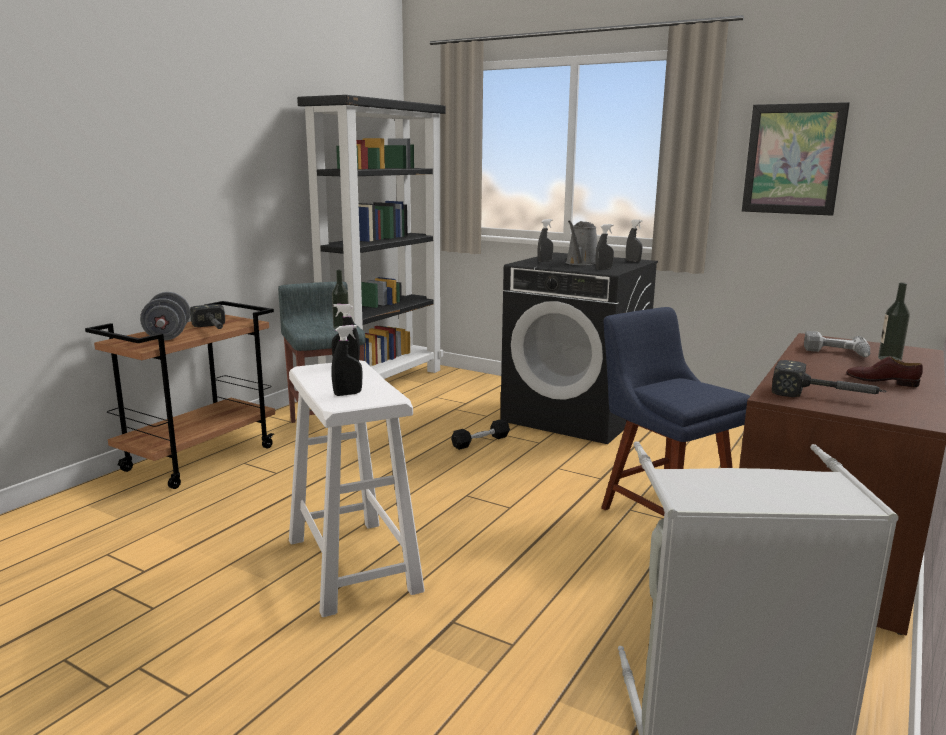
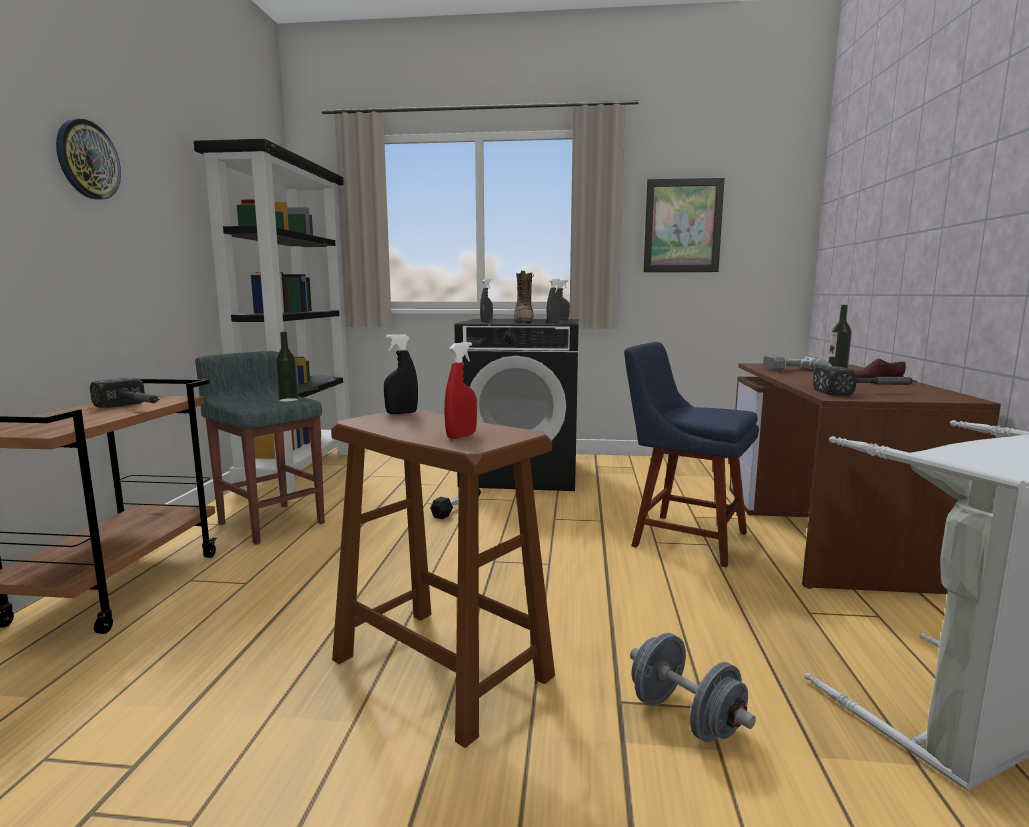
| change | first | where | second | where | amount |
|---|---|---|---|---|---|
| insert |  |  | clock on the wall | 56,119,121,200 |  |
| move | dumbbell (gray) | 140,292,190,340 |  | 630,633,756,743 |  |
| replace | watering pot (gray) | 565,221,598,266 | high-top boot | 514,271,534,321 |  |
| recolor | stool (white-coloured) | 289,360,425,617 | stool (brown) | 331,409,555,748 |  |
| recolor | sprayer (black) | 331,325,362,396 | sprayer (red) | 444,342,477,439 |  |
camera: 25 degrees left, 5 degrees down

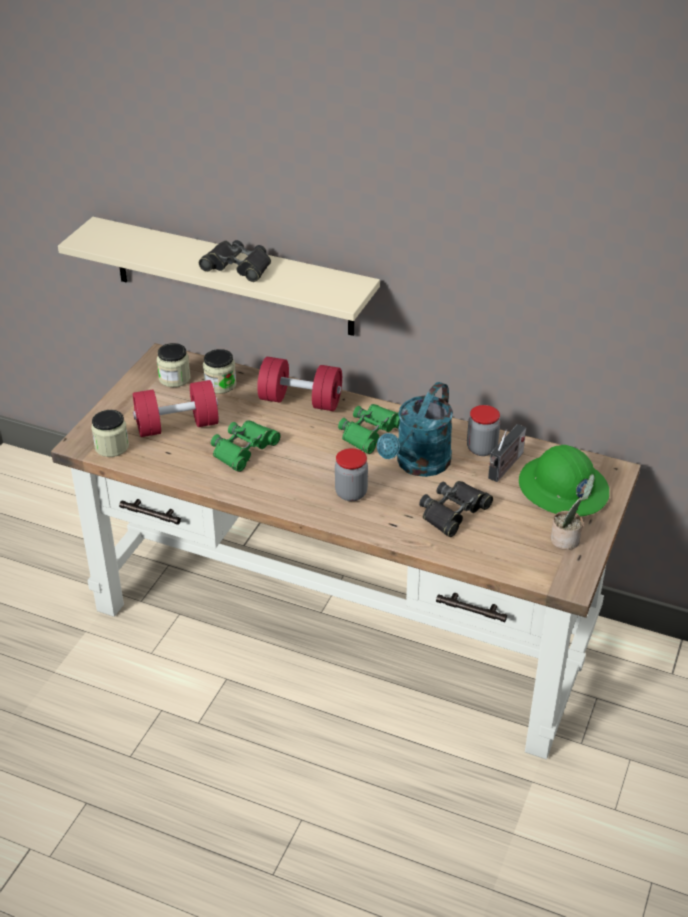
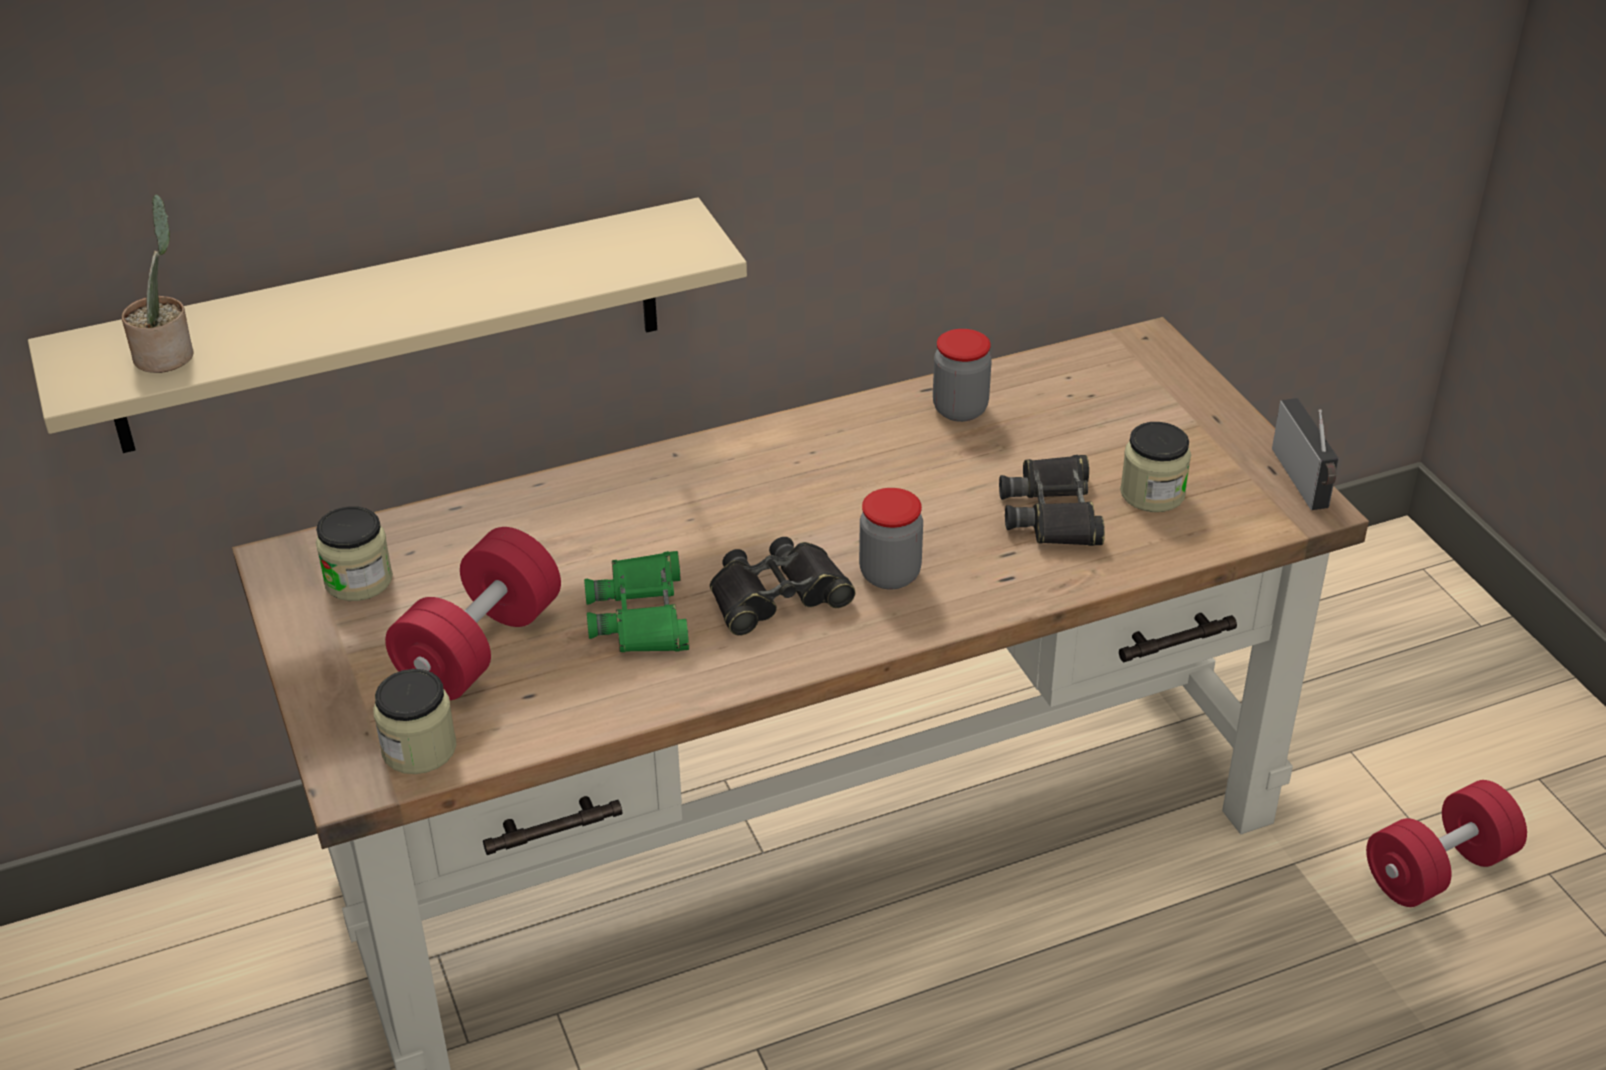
| change | first | where | second | where | amount |
|---|---|---|---|---|---|
| delete | pair of binoculars (greenish) | 338,404,400,454 |  |  |  |
| delete | watering pot (turquoise-coloured) | 377,382,453,477 |  |  |  |
| delete | hard hat (greenish) | 519,445,609,516 |  |  |  |
| move | pair of binoculars (black) | 199,240,271,282 |  | 710,537,855,636 |  |
| move | preserve jar | 203,349,236,394 |  | 1120,422,1191,512 |  |
| move | dumbbell (red) | 257,357,342,411 |  | 1366,780,1527,907 |  |
| move | radio receiver | 488,424,526,482 |  | 1272,398,1339,510 |  |
| move | potted plant | 550,474,595,550 |  | 122,194,193,373 |  |
camera: 45 degrees left, 0 degrees up

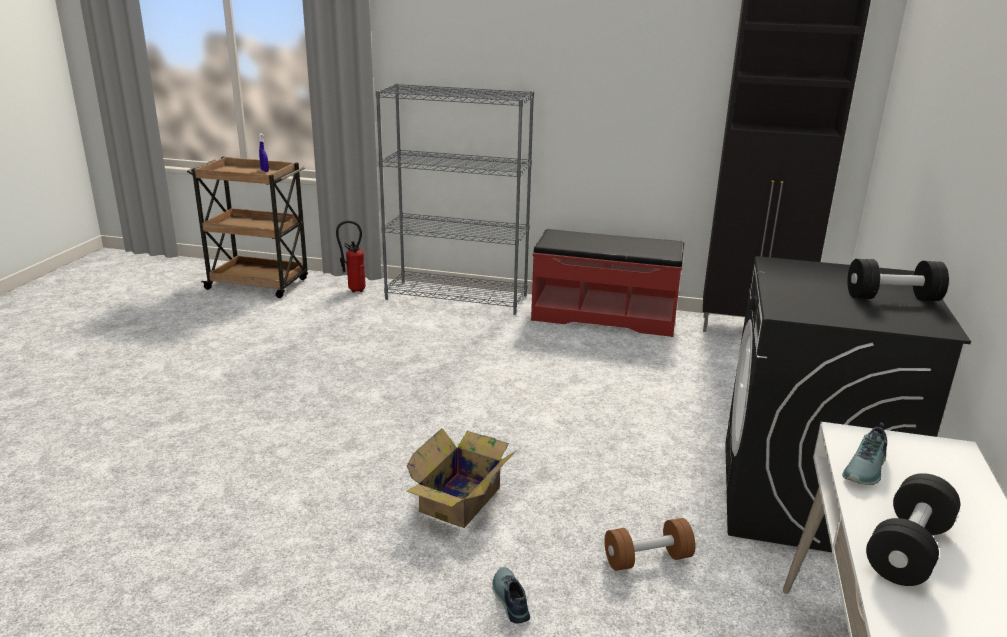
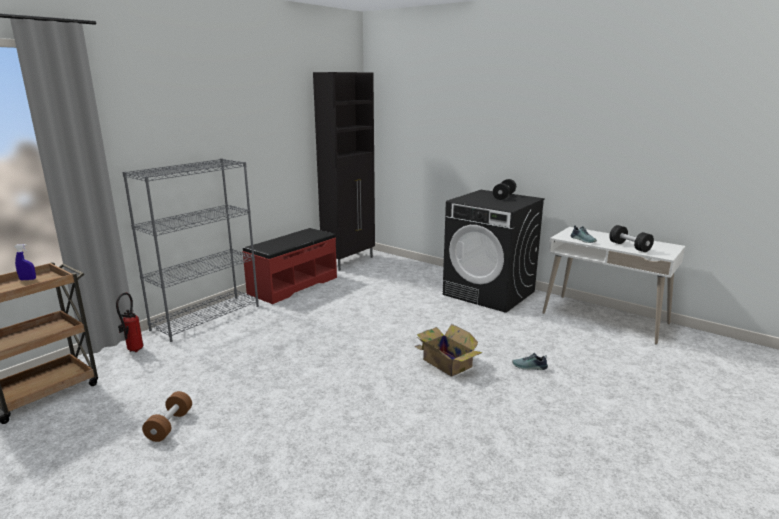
| change | first | where | second | where | amount |
|---|---|---|---|---|---|
| move | dumbbell (brown) | 605,518,695,571 |  | 142,391,192,442 |  |
camera: 65 degrees left, 5 degrees down

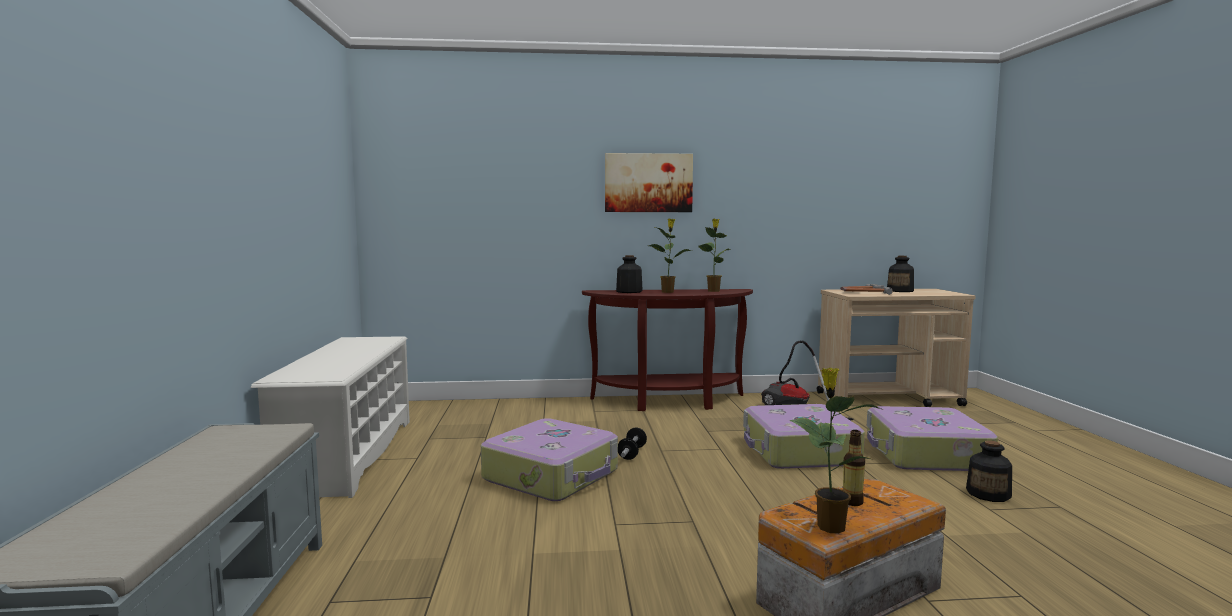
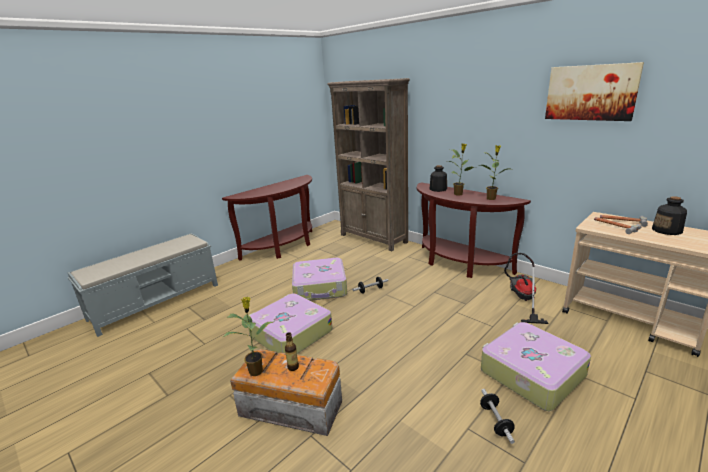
| change | first | where | second | where | amount |
|---|---|---|---|---|---|
| insert |  |  | bookcase (brown) | 327,78,410,251 |  |
| move | picture | 605,153,693,212 |  | 545,62,644,121 |  |
| move | suitcase | 743,404,865,469 |  | 248,293,333,354 |  |
| replace | shoe shelf (white-coloured) | 251,336,410,498 | console table (brown) | 222,175,312,261 |  |
| replace | beverage bottle | 966,440,1012,502 | dumbbell | 480,389,515,444 |  |
camera: 50 degrees right, 15 degrees up

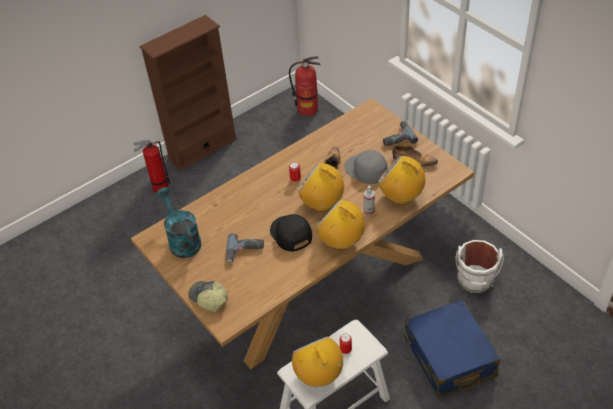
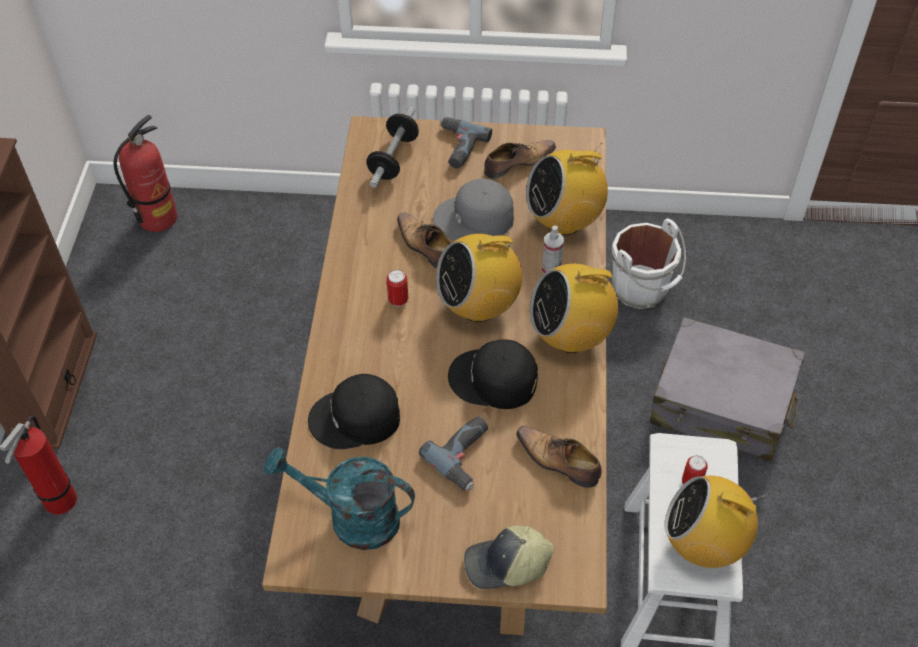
| change | first | where | second | where | amount |
|---|---|---|---|---|---|
| insert |  |  | cap (black) | 308,374,400,449 |  |
| insert |  |  | dumbbell | 367,107,419,188 |  |
| insert |  |  | item of footwear | 516,426,602,488 |  |
| recolor | suitcase (blue) | 405,300,501,398 | suitcase (gray) | 650,317,805,461 |  |
camera: 50 degrees left, 5 degrees up

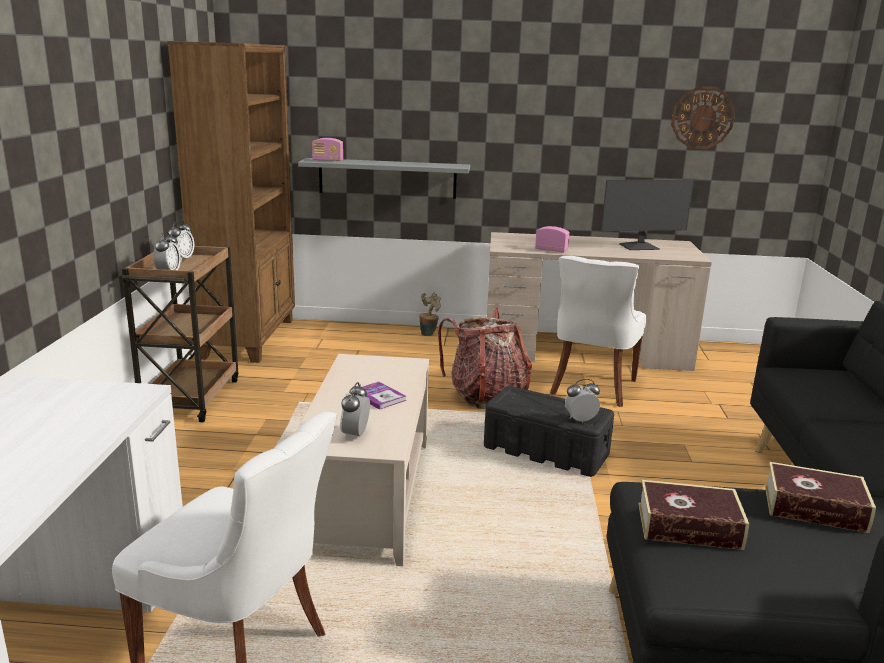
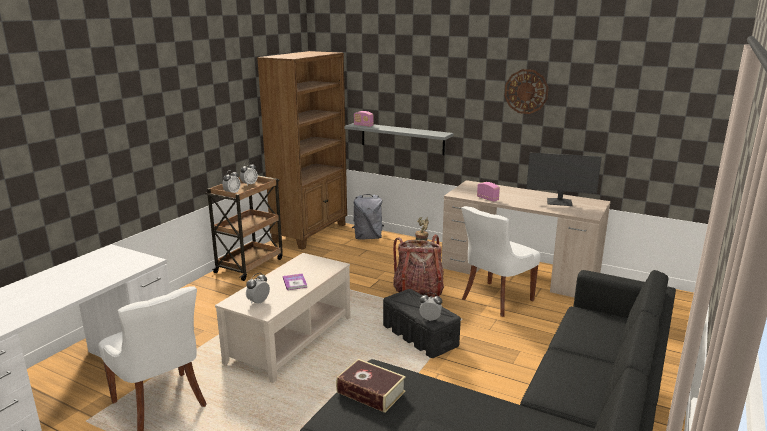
| change | first | where | second | where | amount |
|---|---|---|---|---|---|
| delete | bound book | 765,462,876,533 |  |  |  |
| insert |  |  | knapsack (gray) | 352,194,384,240 |  |
| move | clock on the wall | 671,86,735,149 |  | 504,69,549,114 |  |
camera: 25 degrees right, 0 degrees up

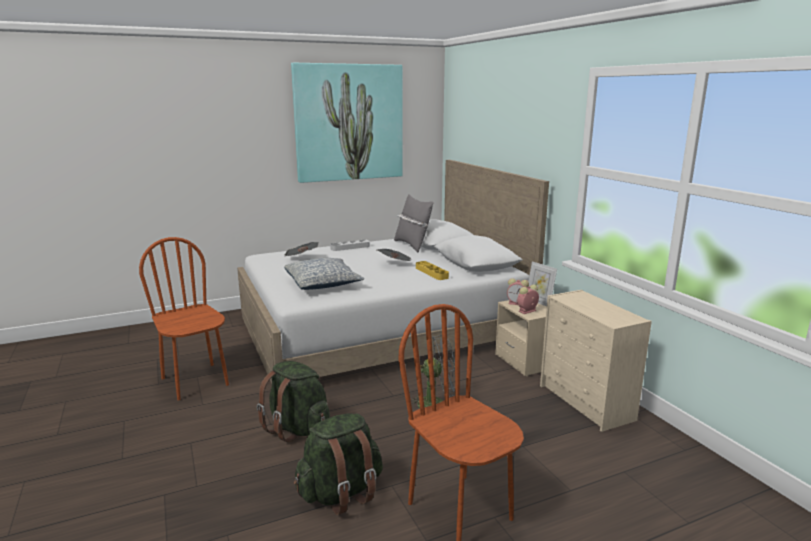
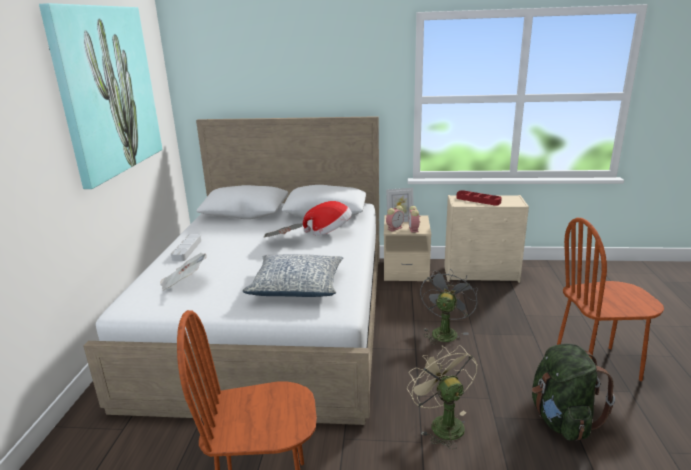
| change | first | where | second | where | amount |
|---|---|---|---|---|---|
| delete | pillow (gray) | 394,194,434,252 |  |  |  |
| insert |  |  | tray (red) | 456,190,502,206 |  |
| replace | knapsack (greenish) | 257,361,330,442 | cooling fan (sand-coloured) | 407,345,478,449 |  |
| replace | tray (yellowish) | 416,261,449,280 | hat | 303,201,352,236 |  |
camera: 60 degrees left, 5 degrees up

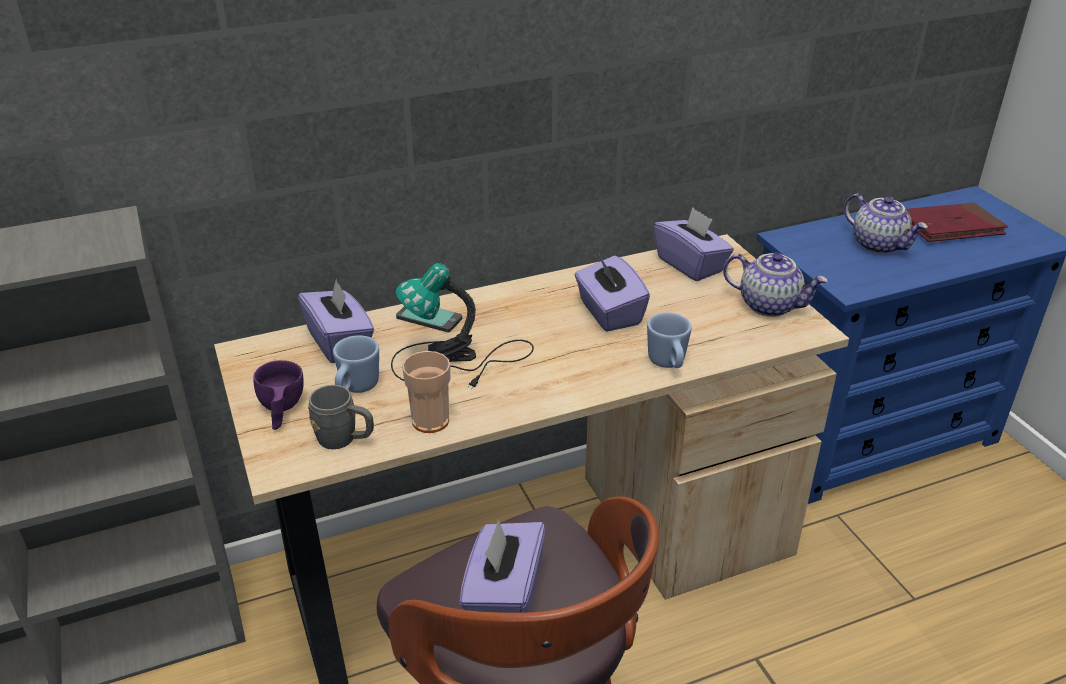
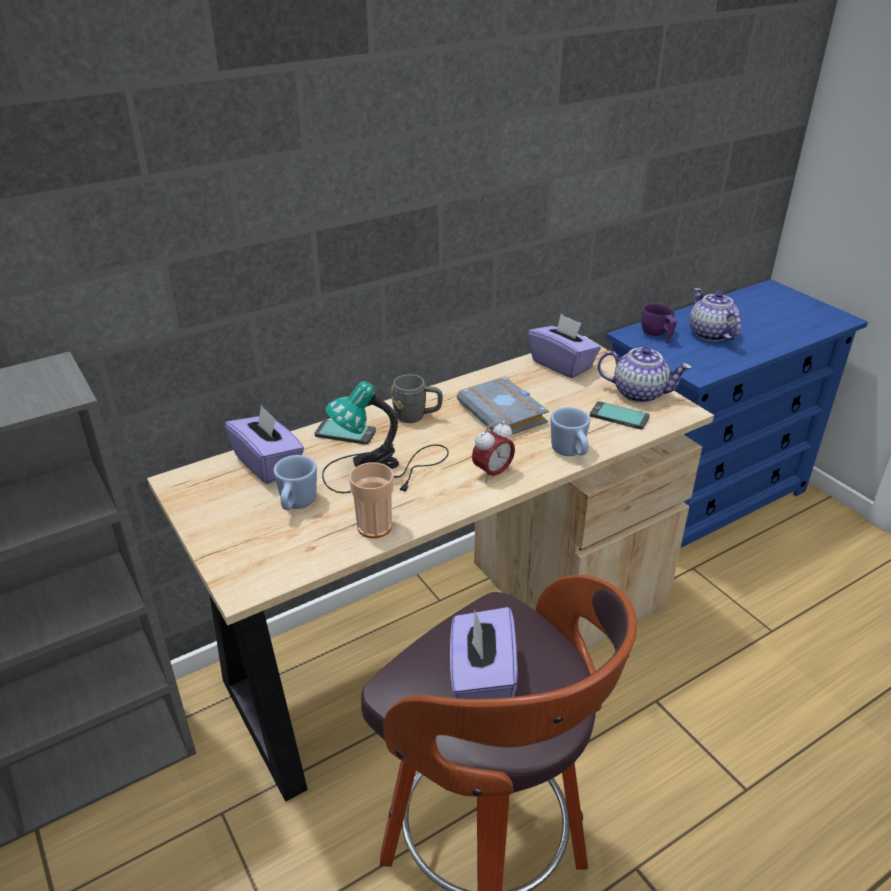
| change | first | where | second | where | amount |
|---|---|---|---|---|---|
| delete | bound book (red) | 905,202,1008,242 |  |  |  |
| insert |  |  | bedside clock | 472,421,515,483 |  |
| insert |  |  | telephone | 590,401,650,430 |  |
| move | cup (purple) | 253,360,304,430 |  | 641,303,677,344 |  |
| move | mug (gray) | 308,385,374,449 |  | 391,374,443,423 |  |
| replace | box of tissues (purple) | 575,255,650,332 | bound book (gray) | 457,377,549,435 |  |
| rotate | pot for tea | 844,193,928,254 |  | 690,288,741,342 | 150 degrees counterclockwise |
camera: 10 degrees left, 0 degrees up

